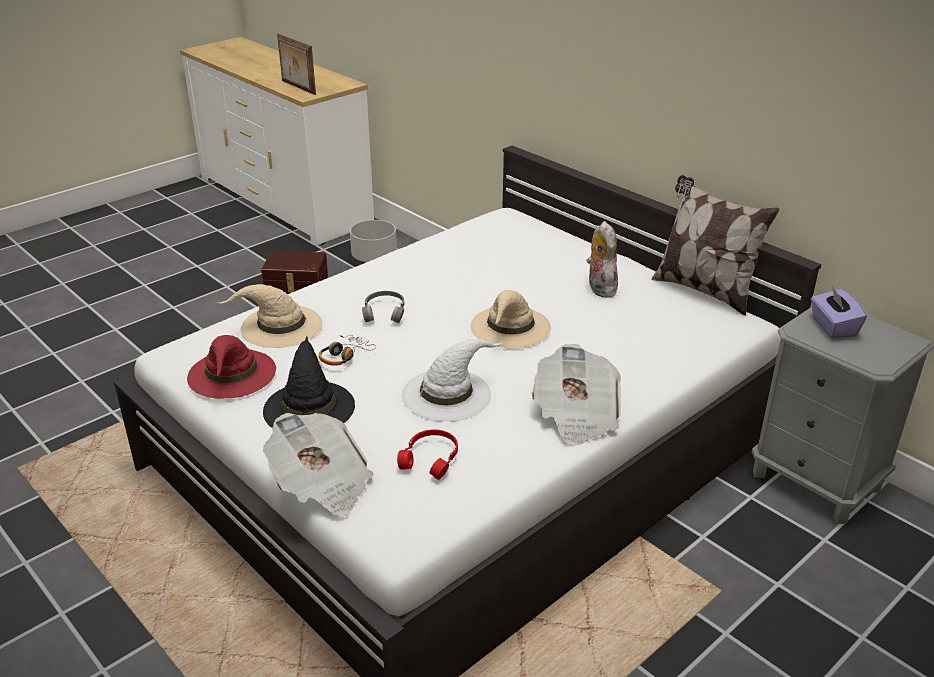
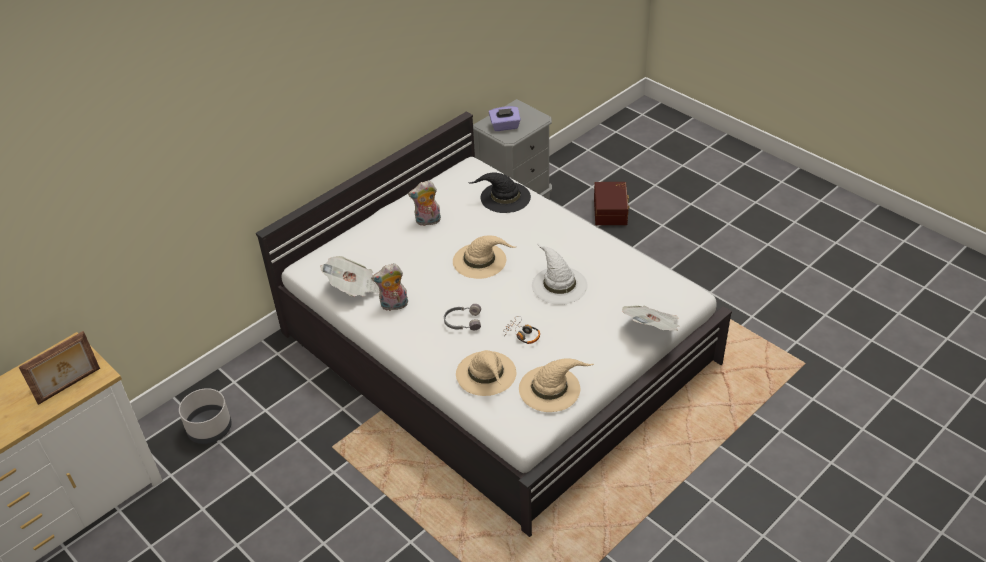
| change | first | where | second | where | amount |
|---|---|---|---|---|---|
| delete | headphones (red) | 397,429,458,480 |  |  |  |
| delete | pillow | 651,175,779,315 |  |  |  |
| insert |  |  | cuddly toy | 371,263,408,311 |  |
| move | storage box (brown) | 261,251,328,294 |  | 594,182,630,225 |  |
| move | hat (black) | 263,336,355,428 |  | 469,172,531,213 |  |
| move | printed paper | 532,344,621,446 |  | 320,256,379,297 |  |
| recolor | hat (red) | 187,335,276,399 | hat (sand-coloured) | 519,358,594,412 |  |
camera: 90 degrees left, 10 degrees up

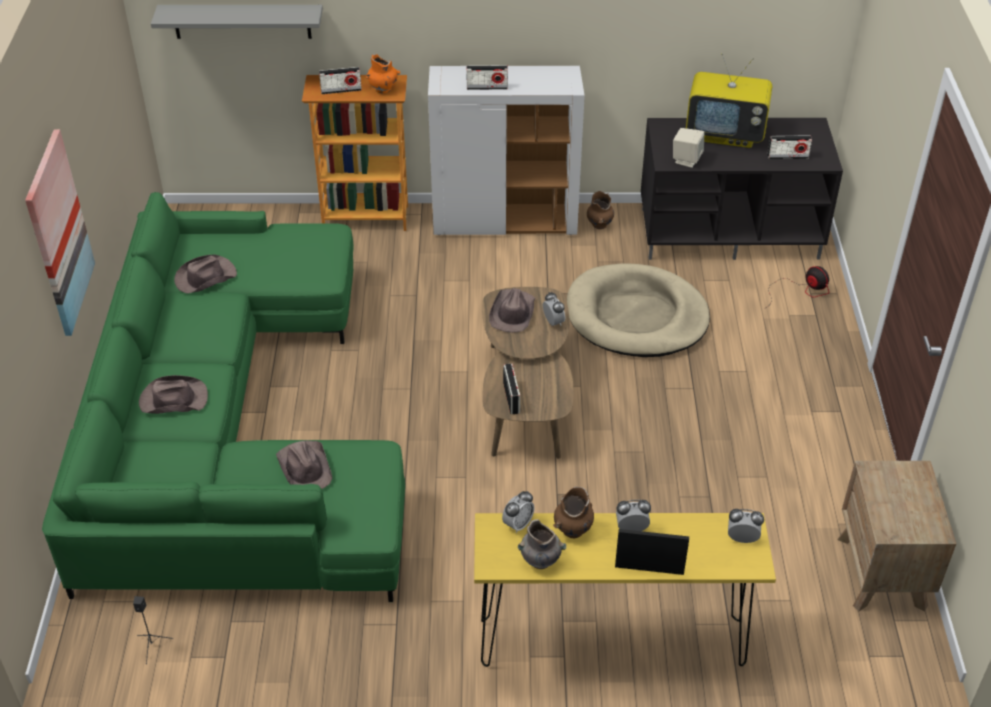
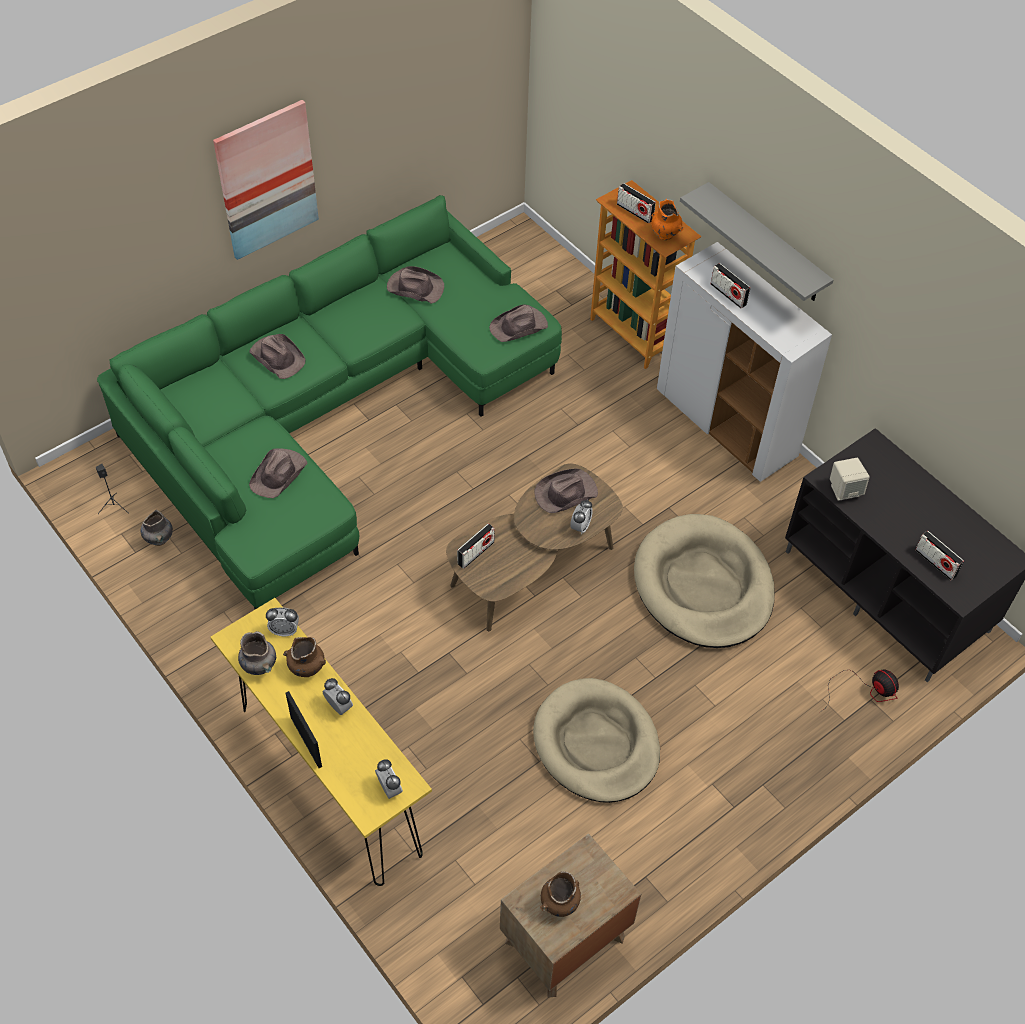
| change | first | where | second | where | amount |
|---|---|---|---|---|---|
| delete | TV | 686,53,772,148 |  |  |  |
| insert |  |  | decorative vase (gray) | 140,509,173,546 |  |
| insert |  |  | hat (brown) | 489,304,548,342 |  |
| insert |  |  | dog bed (sand-coloured) | 533,678,660,803 |  |
| move | wall shelf (gray) | 151,5,323,39 |  | 680,182,833,301 |  |
| move | decorative vase (brown) | 587,191,614,229 |  | 540,871,581,917 |  |
| rotate | cooling fan | 766,266,829,308 |  | 819,670,899,713 | 45 degrees counterclockwise |
camera: 50 degrees right, 10 degrees up

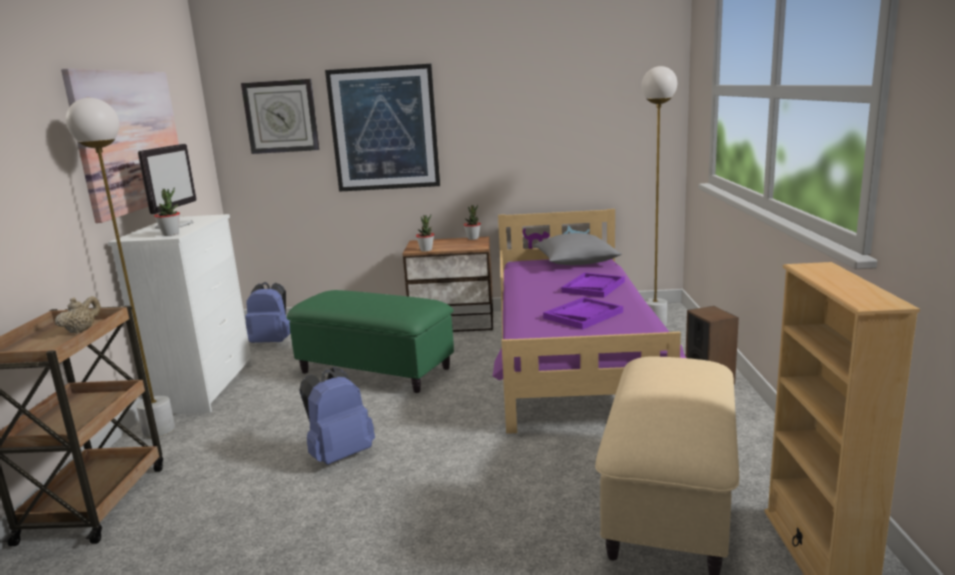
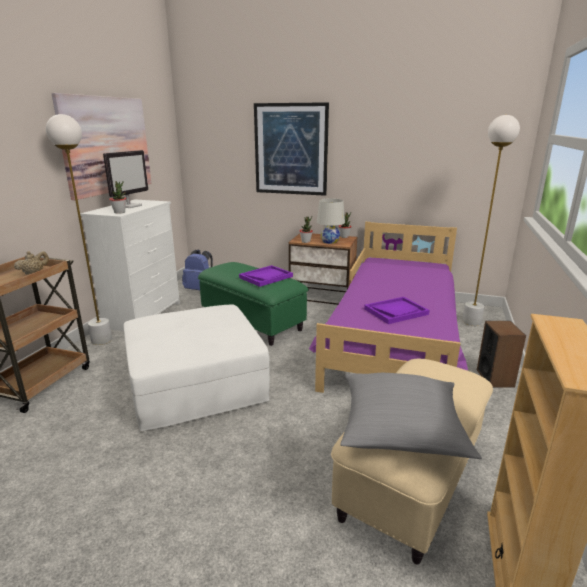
| change | first | where | second | where | amount |
|---|---|---|---|---|---|
| delete | clock on the wall | 241,79,320,154 |  |  |  |
| insert |  |  | lamp for a table (white-coloured) | 317,198,345,244 |  |
| move | pillow (gray) | 534,233,622,265 |  | 340,373,482,459 |  |
| move | tray (purple) | 561,273,625,298 |  | 239,265,293,287 |  |
| replace | knapsack (blue) | 299,367,375,465 | ottoman (white-coloured) | 124,305,270,431 |  |
camera: 15 degrees right, 5 degrees up

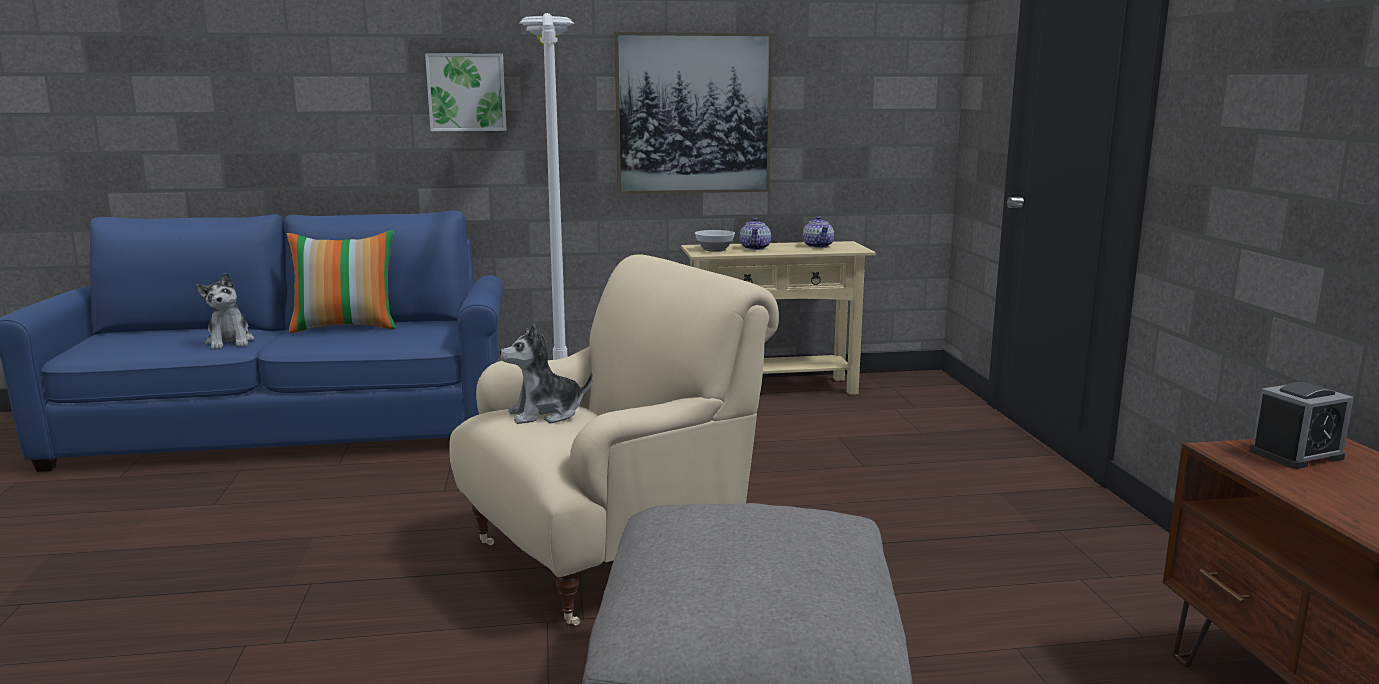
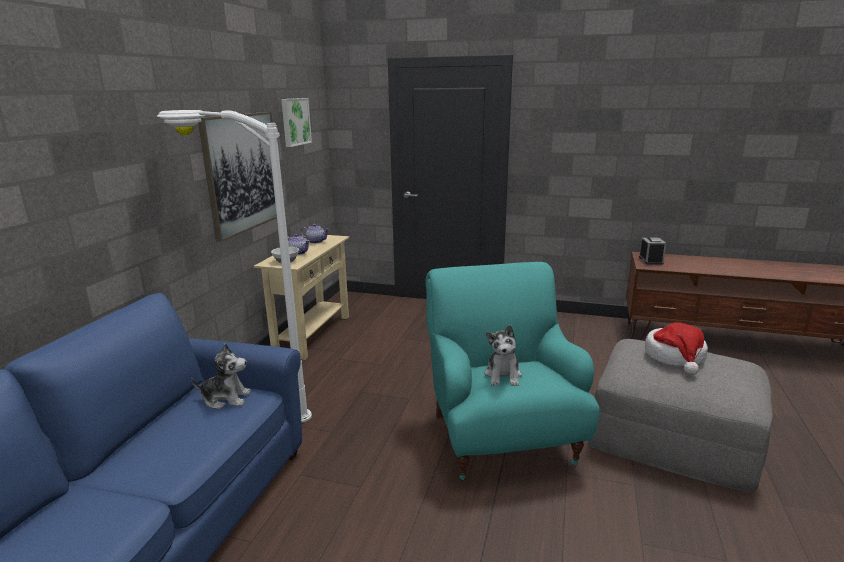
| change | first | where | second | where | amount |
|---|---|---|---|---|---|
| delete | pillow | 287,230,396,333 |  |  |  |
| insert |  |  | hat | 645,322,708,375 |  |
| move | cuddly toy | 196,273,254,349 |  | 191,343,251,409 |  |
| move | picture | 425,53,507,131 |  | 281,98,312,147 |  |
| recolor | lounge chair (sand-coloured) | 449,254,779,625 | lounge chair (turquoise-coloured) | 425,262,600,480 |  |
camera: 65 degrees left, 5 degrees up

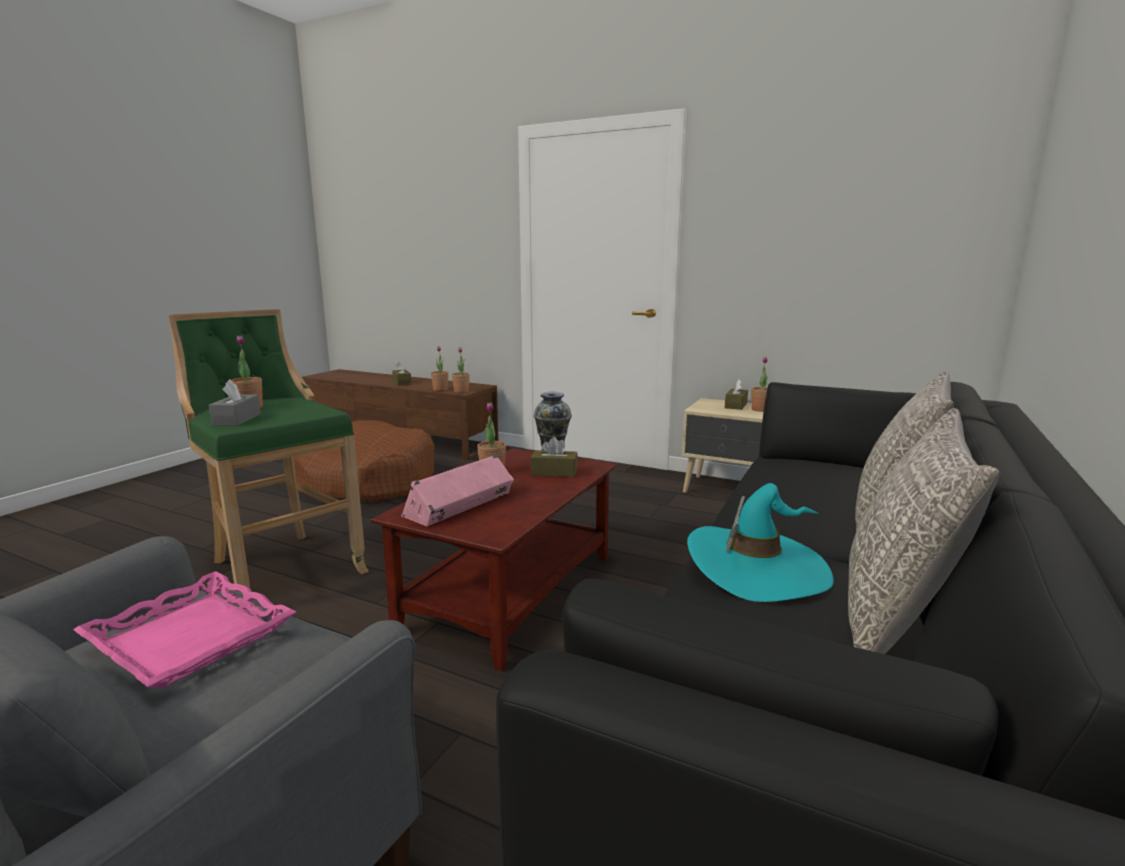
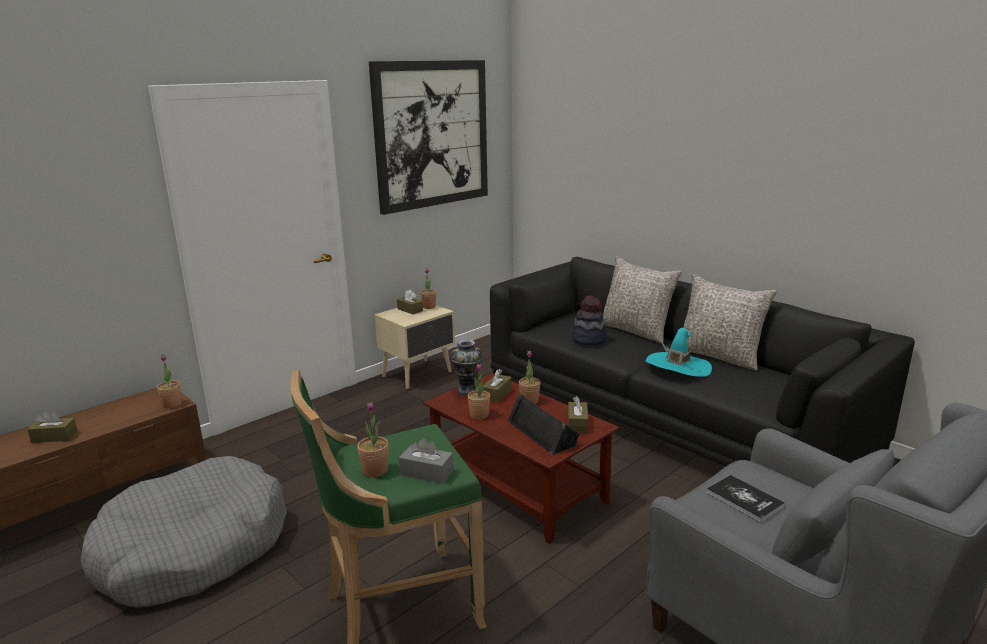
| change | first | where | second | where | amount |
|---|---|---|---|---|---|
| insert |  |  | picture | 369,60,488,215 |  |
| insert |  |  | box of tissues (brown) | 568,396,588,433 |  |
| insert |  |  | hat | 572,296,606,346 |  |
| move | potted plant | 431,346,449,391 |  | 519,351,540,404 |  |
| replace | tray (pink-coloured) | 73,571,297,689 | bound book | 706,475,785,523 |  |
| recolor | dog bed (brown) | 294,420,434,502 | dog bed (gray) | 81,456,287,608 |  |
| recolor | audio speaker (pink-coloured) | 401,454,514,526 | audio speaker (black) | 507,393,580,455 |  |
camera: 70 degrees left, 5 degrees up

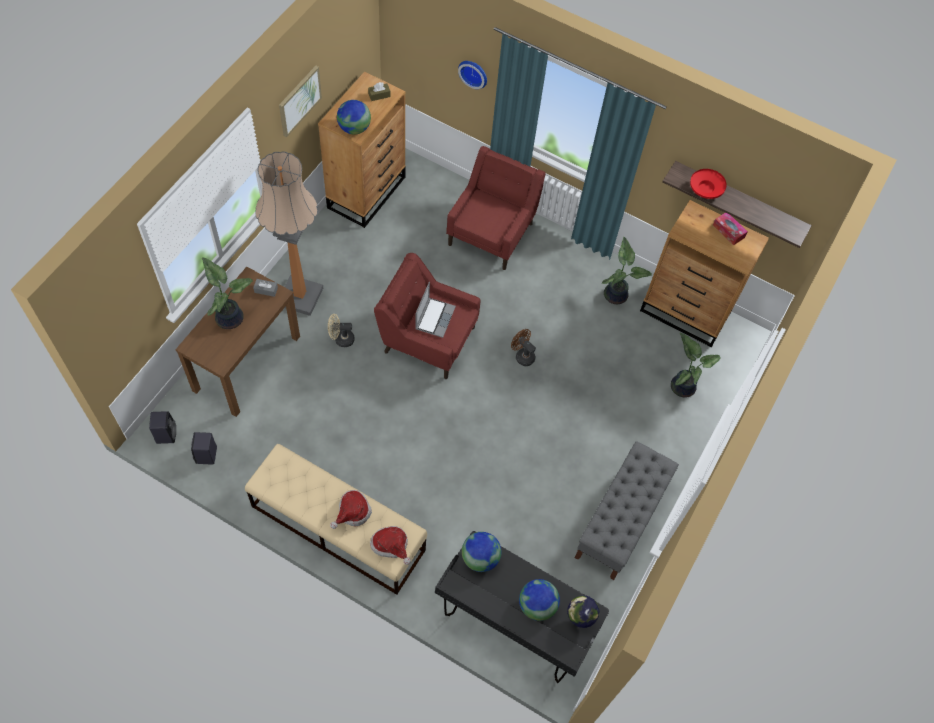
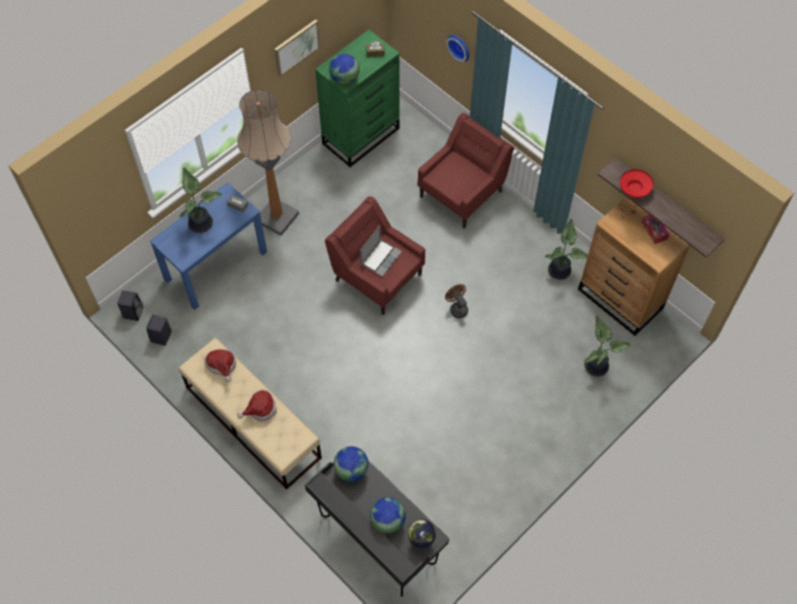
| change | first | where | second | where | amount |
|---|---|---|---|---|---|
| delete | cooling fan (sand-coloured) | 328,314,354,347 |  |  |  |
| delete | bench (gray) | 575,441,679,580 |  |  |  |
| move | hat | 370,526,411,565 |  | 204,349,236,382 |  |
| recolor | console table (brown) | 175,267,300,417 | console table (blue) | 150,182,267,310 |  |
| recolor | dresser (brown) | 318,71,406,228 | dresser (greenish) | 315,30,400,167 |  |
camera: 20 degrees right, 0 degrees up

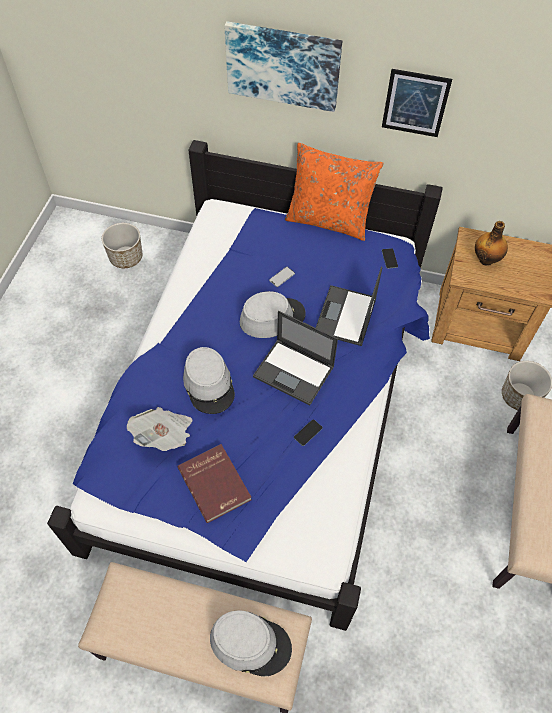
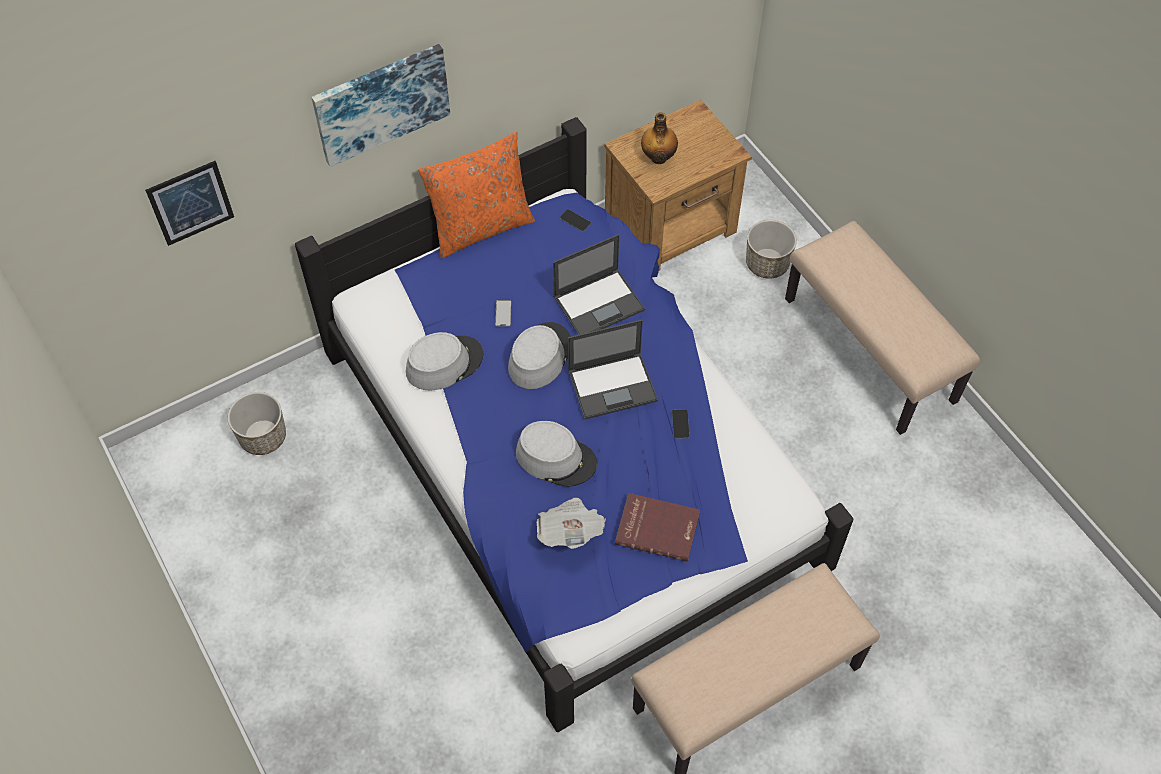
| change | first | where | second | where | amount |
|---|---|---|---|---|---|
| move | hat (gray) | 210,610,292,677 |  | 406,332,483,390 |  |
| move | picture | 382,69,452,137 |  | 145,161,234,246 |  |
| rotate | portable computer | 316,267,382,346 |  | 553,234,645,335 | 90 degrees counterclockwise |
camera: 45 degrees left, 0 degrees up

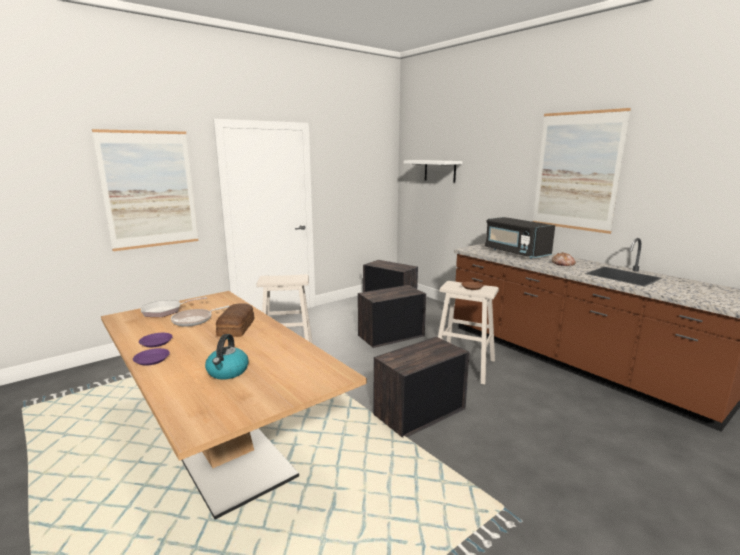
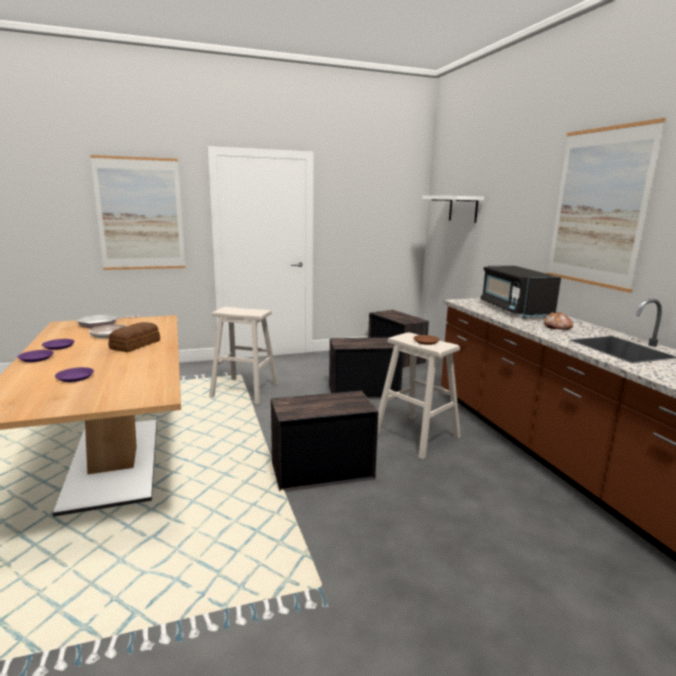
| change | first | where | second | where | amount |
|---|---|---|---|---|---|
| replace | water kettle | 205,334,249,380 | dinner plate (purple) | 55,367,94,382 |  |
camera: 20 degrees right, 0 degrees up

